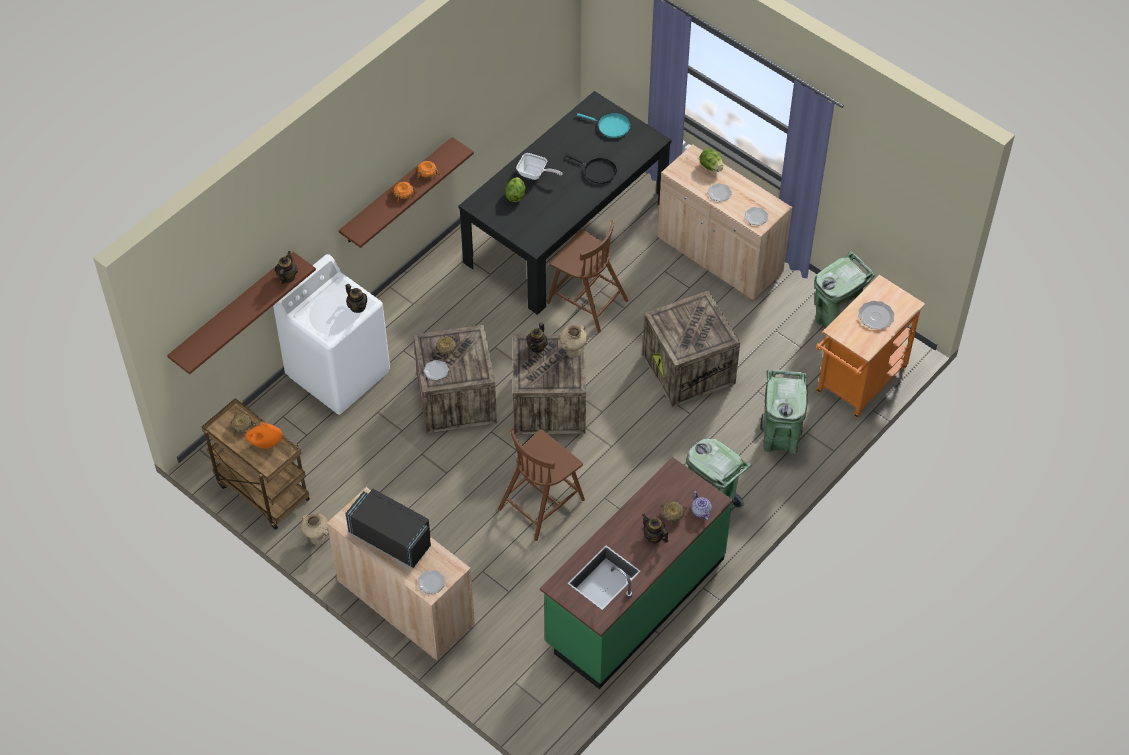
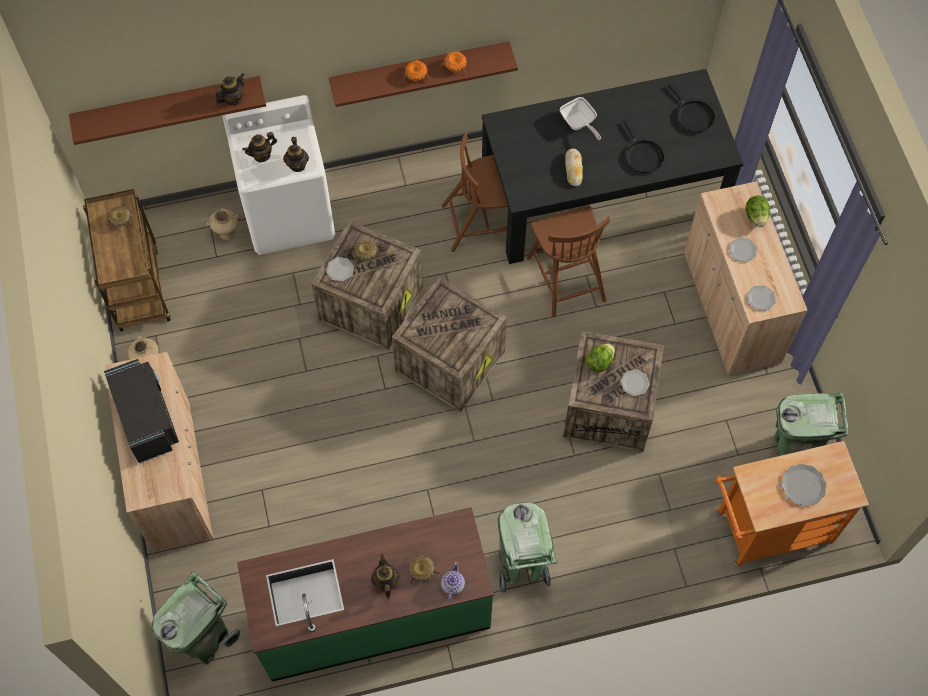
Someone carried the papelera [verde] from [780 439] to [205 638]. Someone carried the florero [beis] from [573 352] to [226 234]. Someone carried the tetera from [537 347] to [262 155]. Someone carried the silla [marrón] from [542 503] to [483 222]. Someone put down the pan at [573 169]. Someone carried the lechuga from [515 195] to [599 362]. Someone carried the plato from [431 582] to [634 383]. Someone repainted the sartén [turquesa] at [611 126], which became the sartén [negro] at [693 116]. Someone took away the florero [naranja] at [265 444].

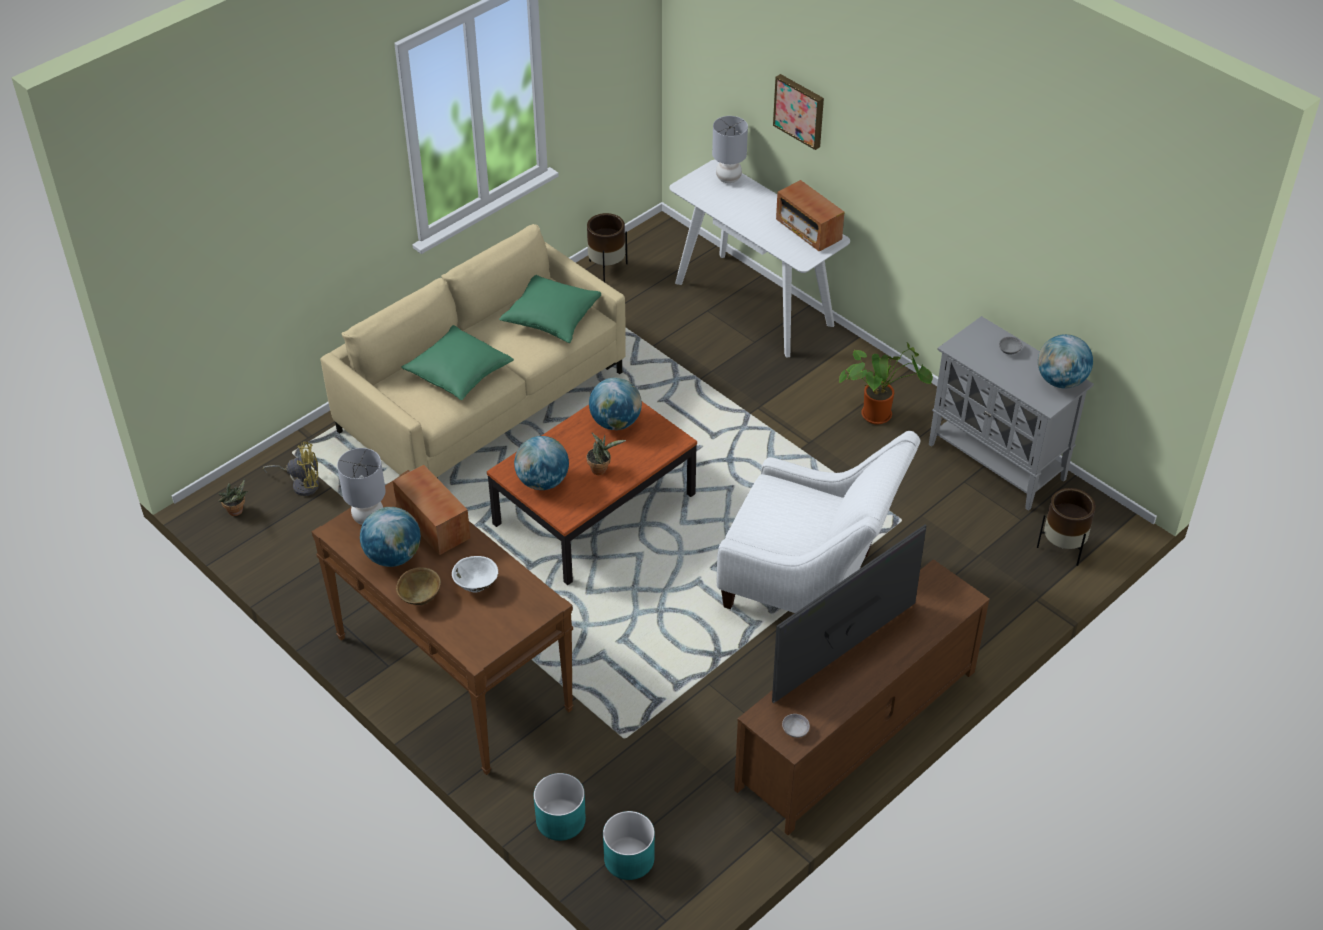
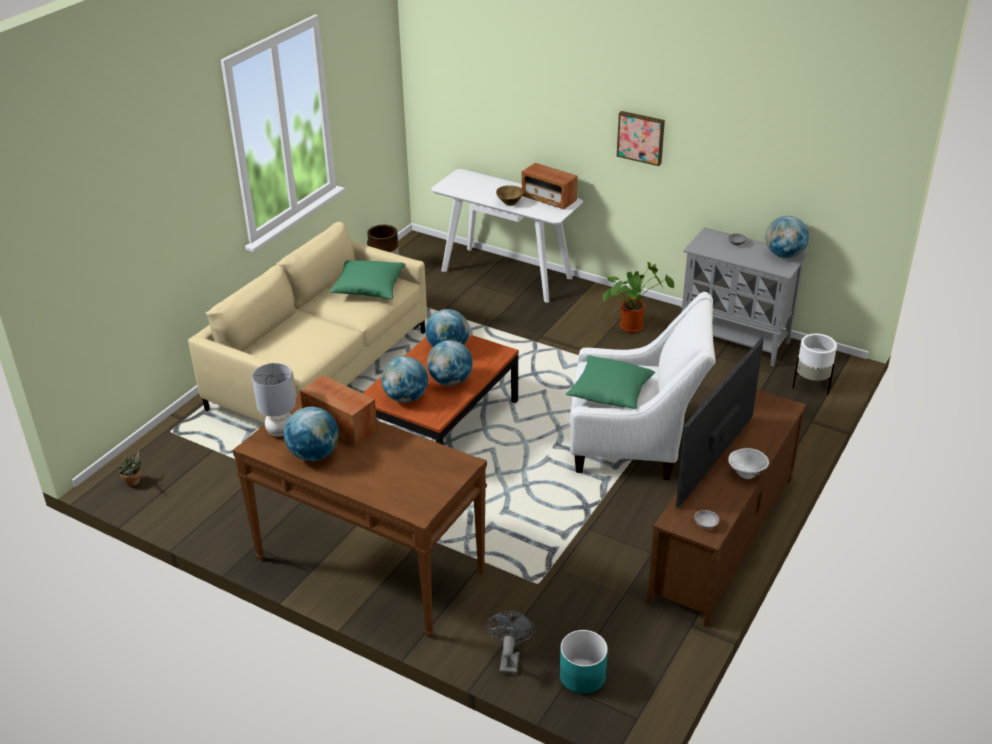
Someone swapped the planta en maceta at [601 469] for the globo terráqueo at [450 381]. Someone swapped the maceta [turquesa] at [560 820] for the ventilador [gris] at [509 659]. Someone carried the cuenco [marrón] from [420 597] to [509 202]. Someone carried the cojín [verde] from [458 373] to [610 393]. Someone carried the cuadro from [800 110] to [641 137]. Someone carried the cuenco [blanco] from [476 584] to [747 473]. Someone repainted the maceta [marrón] at [1062 549], which became the maceta [blanco] at [811 386]. Someone took away the ventilador [amarillo] at [302 484]. Someone took away the lámpara de mesa [gris] at [728 178].

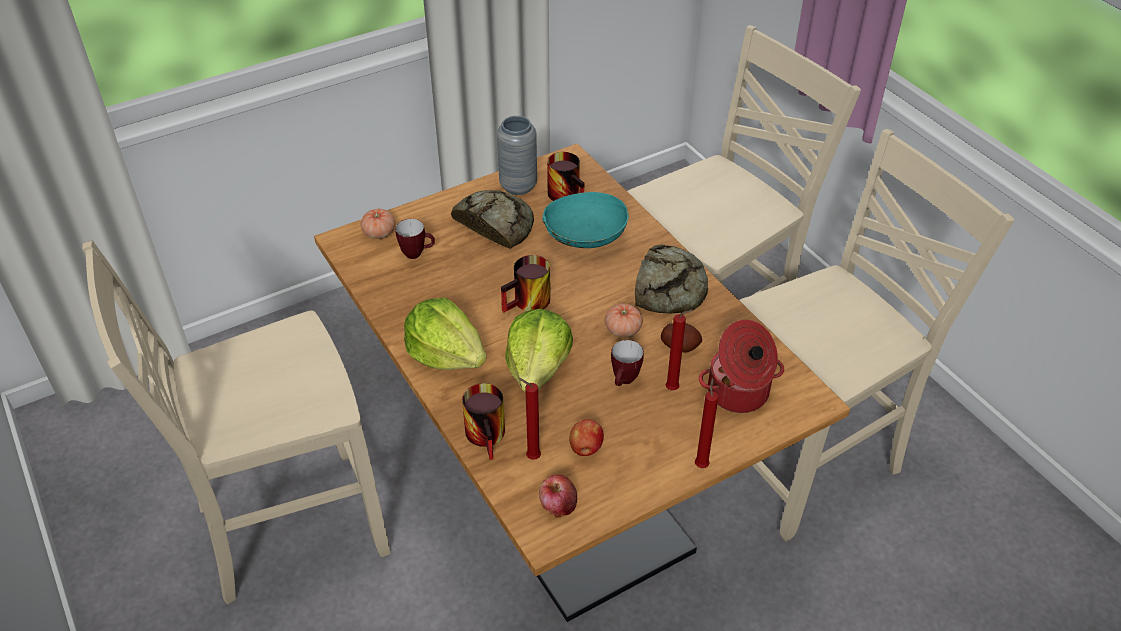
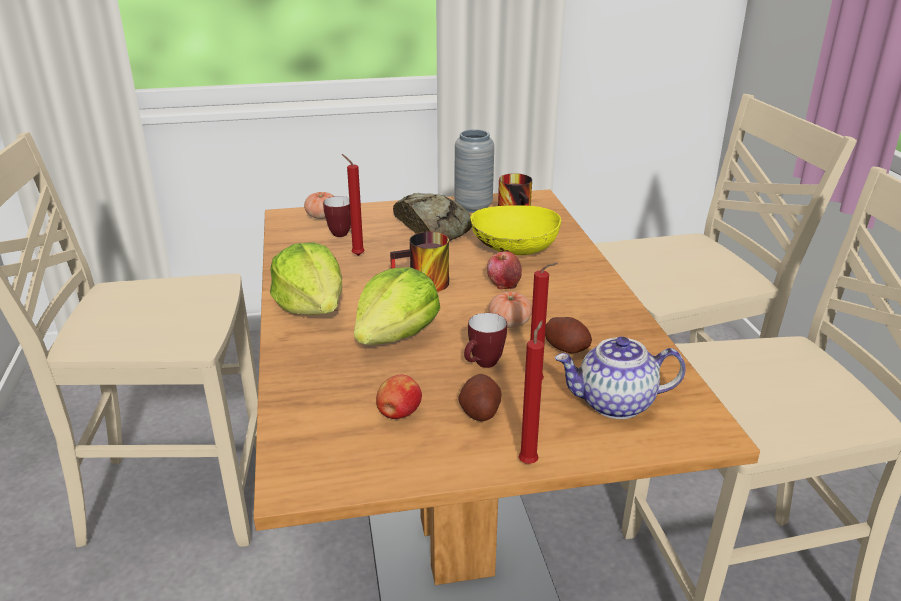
Someone carried the vela [rojo] from [531 457] to [356 255]. Someone put down the patata at [479 411]. Someone repainted the cuenco [turquesa] at [585 240], which became the cuenco [amarillo] at [513 251]. Someone carried the manzana from [558 506] to [503 283]. Someone swapped the olla at [738 393] for the tetera at [615 403]. Someone took away the taza grande at [490 436]. Someone took away the pan at [670 287].

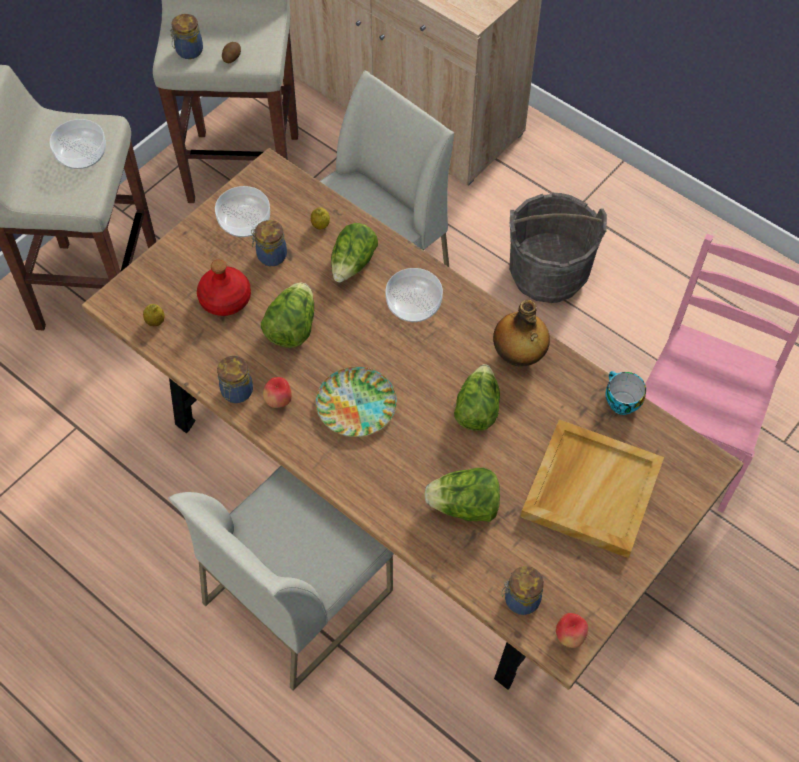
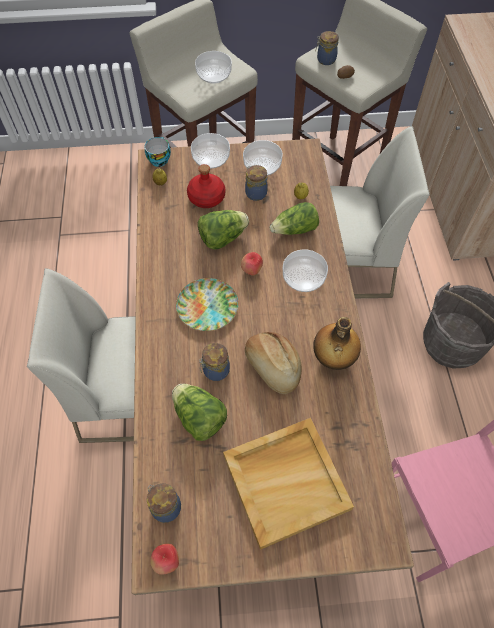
Someone carried the taza from [620 402] to [159 159]. Someone put down the cuenco at [210 159]. Someone carried the tarro from [236 392] to [215 371]. Someone carried the manzana from [279 401] to [251 270]. Someone swapped the lechuga at [476 408] for the pan at [272 367].

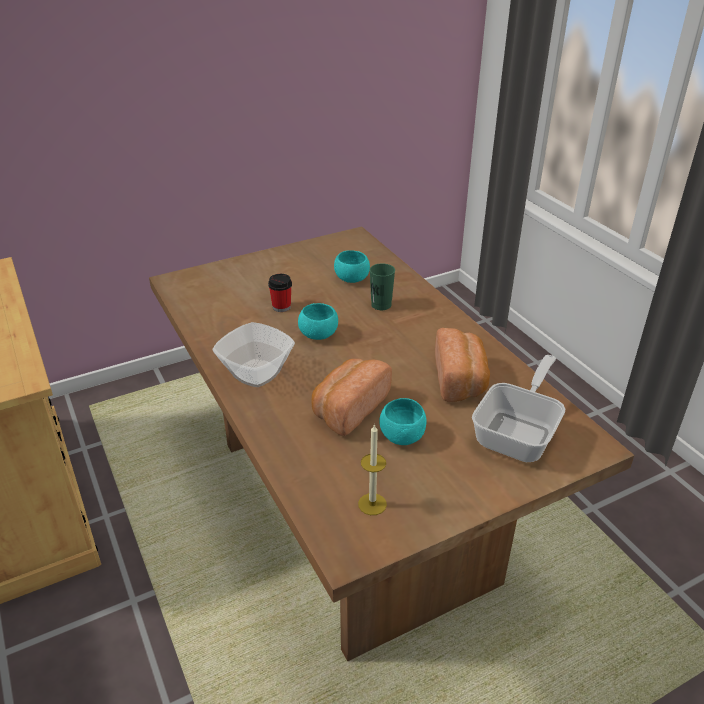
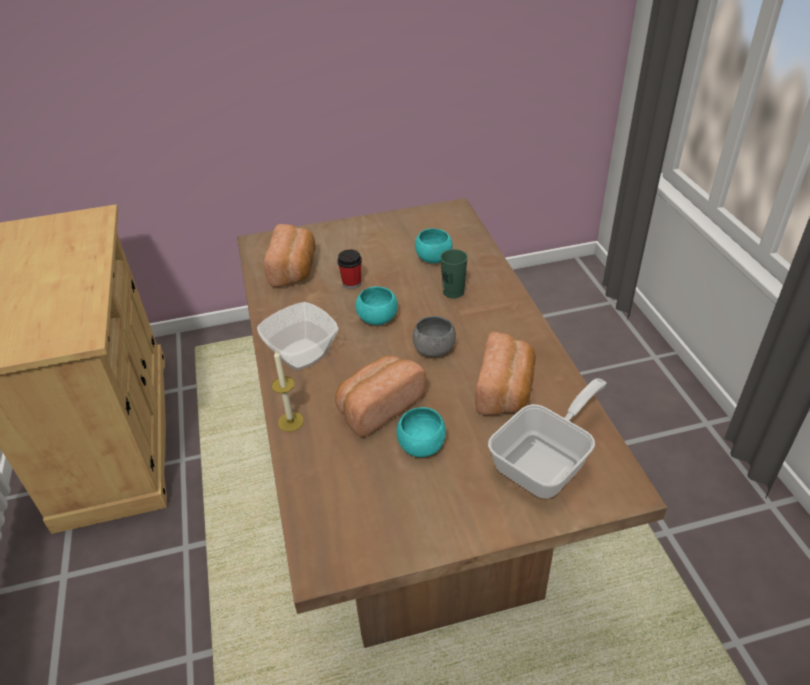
Someone put down the pan at [294 269]. Someone carried the vela from [372 504] to [290 421]. Someone put down the cuenco [gris] at [434 350].

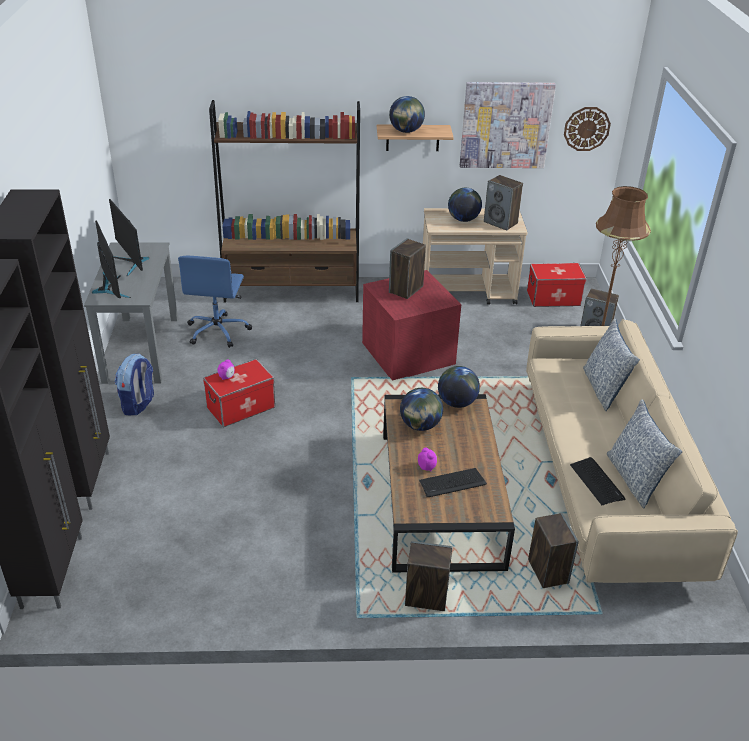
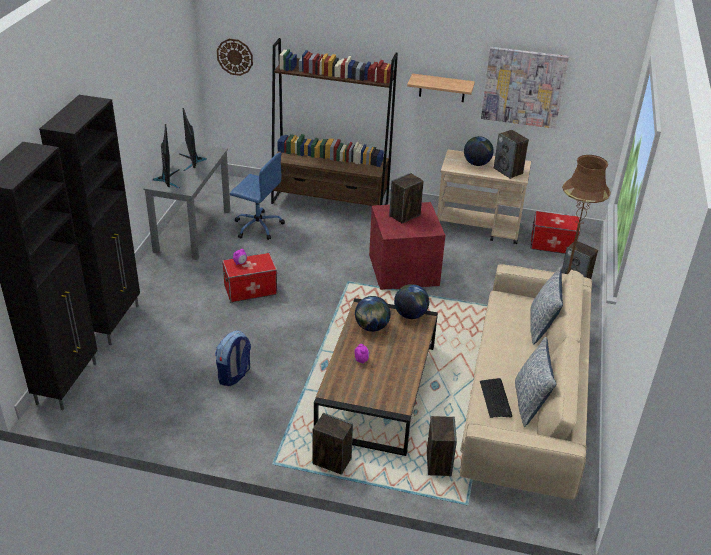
Someone carried the mochila from [139 404] to [234 375]. Someone carried the reloj de pared from [586 128] to [235 57]. Someone rotated the silla de oficina [azul] at [218 331] by 90 degrees counterclockwise. Someone took away the globo terráqueo at [406 131]. Someone took away the teclado at [452 483].

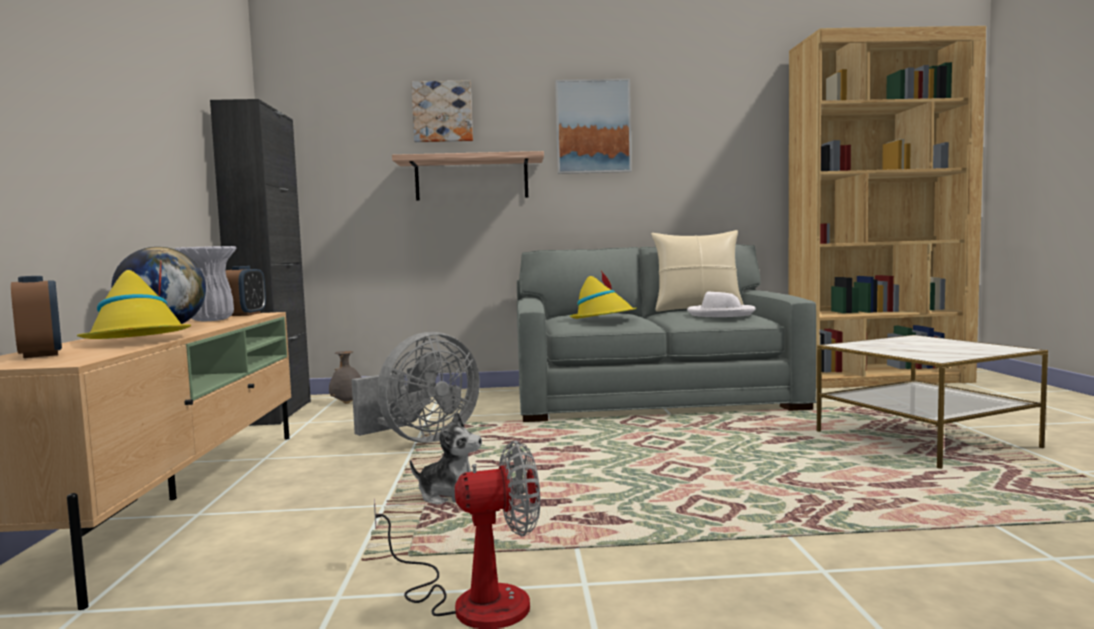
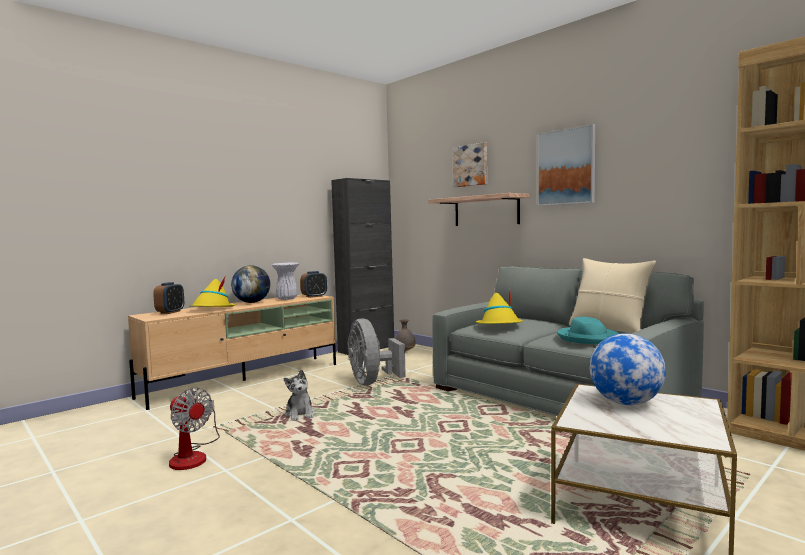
Someone rotated the ventilador [gris] at [421 439] by 60 degrees clockwise. Someone repainted the sombrero [blanco] at [720 314], which became the sombrero [turquesa] at [587 338]. Someone put down the globo terráqueo at [626 403].

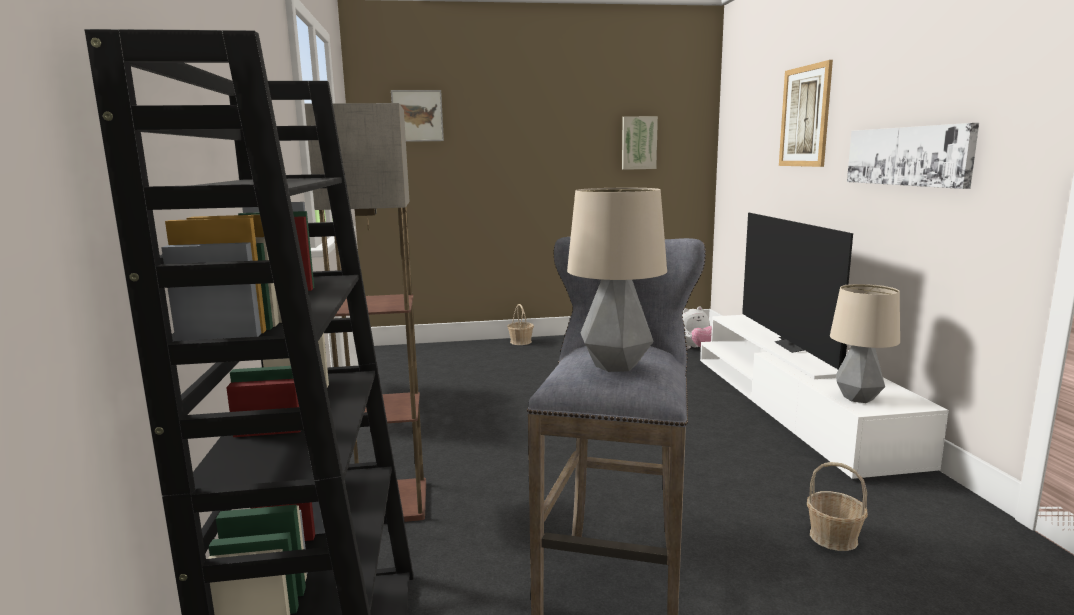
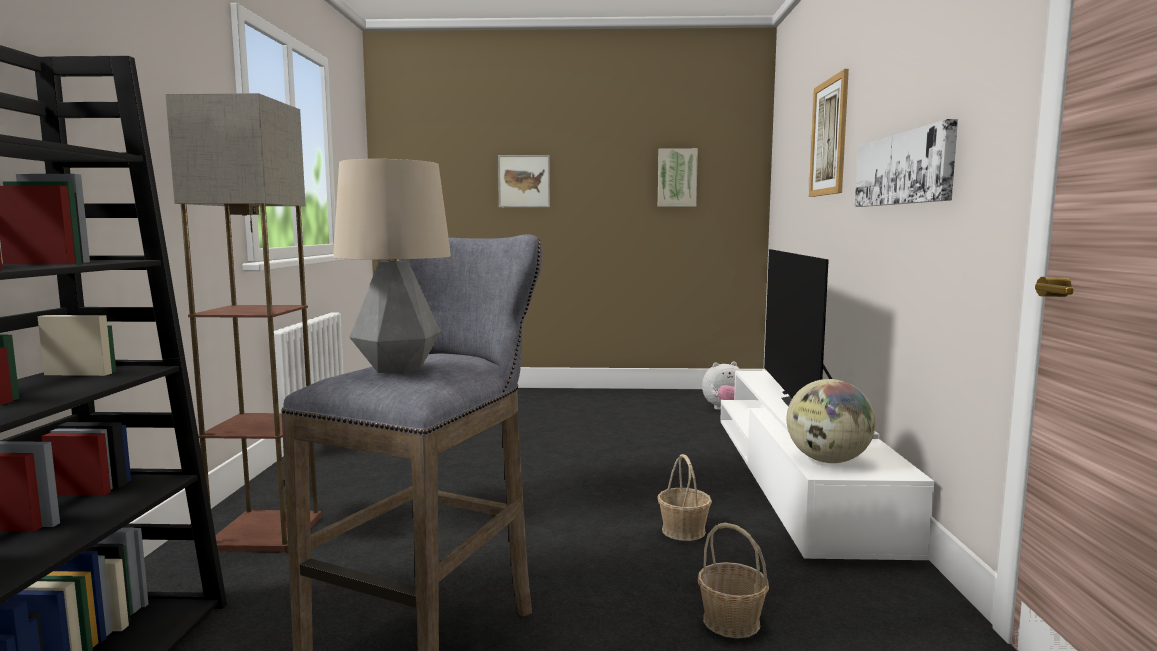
Someone carried the cuadro from [417 116] to [524 181]. Someone carried the cesta from [521 342] to [683 531]. Someone swapped the lámpara de mesa at [858 398] for the globo terráqueo at [827 460].

